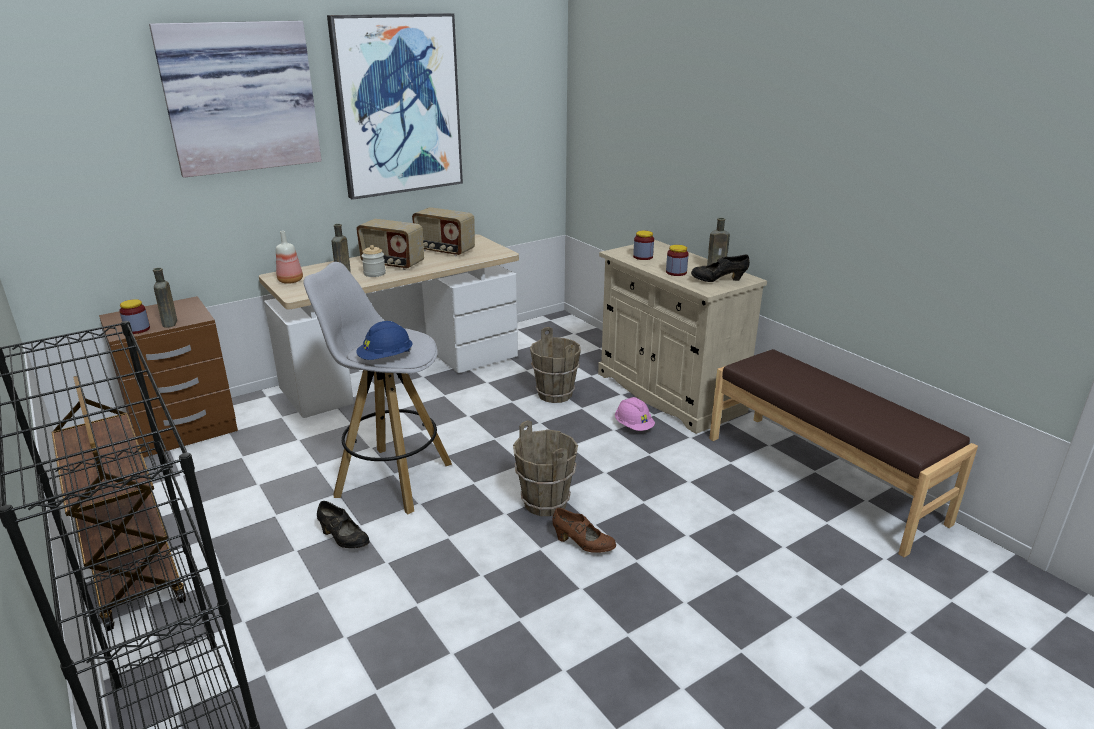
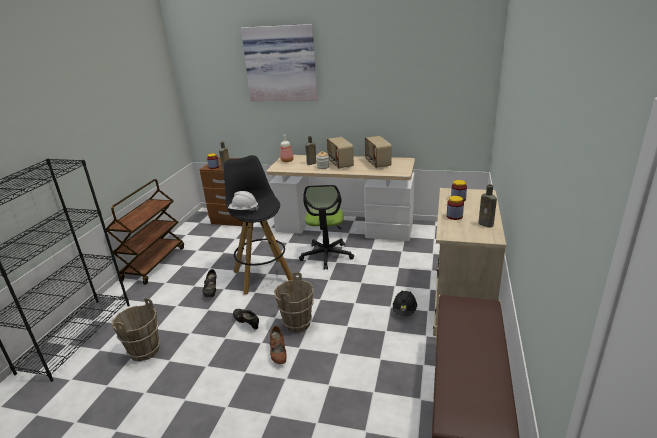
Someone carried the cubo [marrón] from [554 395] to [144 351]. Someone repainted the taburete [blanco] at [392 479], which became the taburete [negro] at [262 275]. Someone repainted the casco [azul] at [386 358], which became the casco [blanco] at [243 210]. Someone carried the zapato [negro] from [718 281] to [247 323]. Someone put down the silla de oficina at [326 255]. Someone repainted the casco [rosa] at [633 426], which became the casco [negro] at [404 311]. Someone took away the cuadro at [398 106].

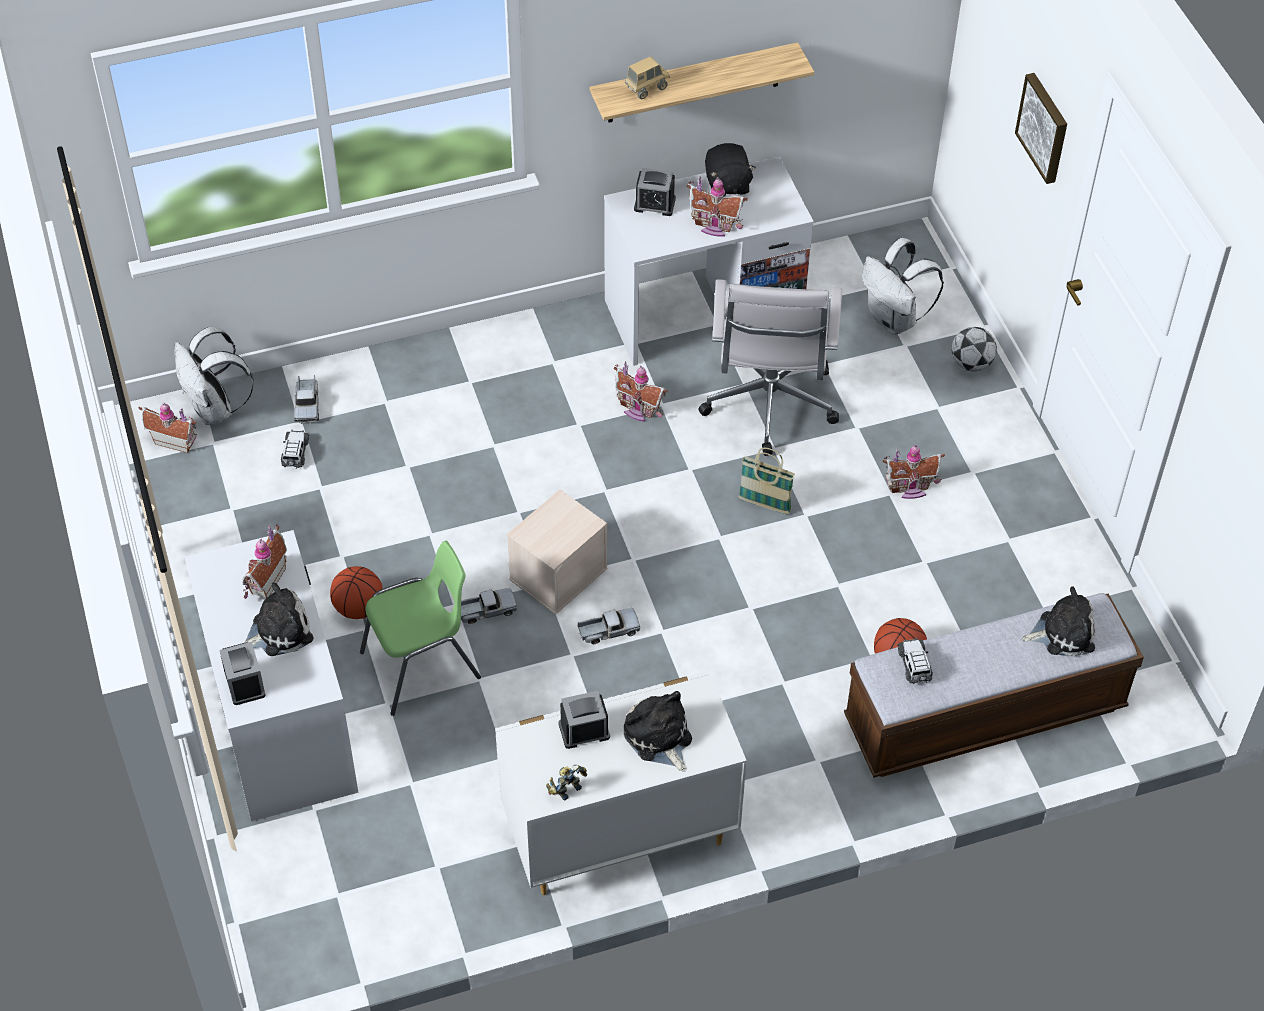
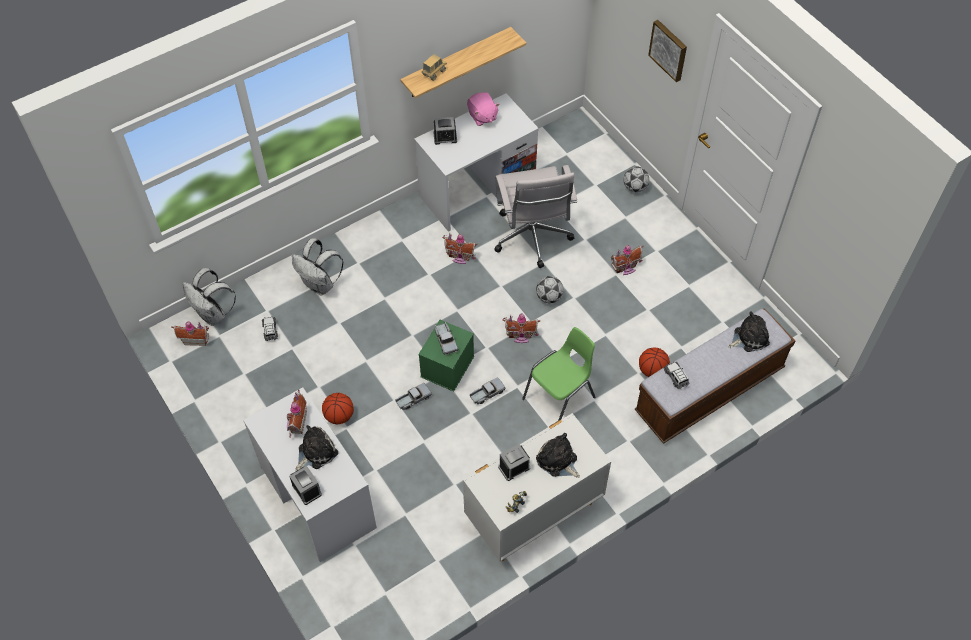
Someone carried the mochila [blanco] from [894 319] to [320 284]. Someone repainted the caja de almacenaje [beis] at [558 573], which became the caja de almacenaje [verde] at [447 366]. Someone carried the camión de juguete from [307 405] to [445 341]. Someone repainted the peluche [negro] at [727 184], which became the peluche [rosa] at [482 116]. Someone carried the casita from [714 226] to [520 336]. Someone carried the silla [verde] from [422 666] to [560 398]. Someone swapped the cesta at [764 505] for the balón de fútbol at [549 297].

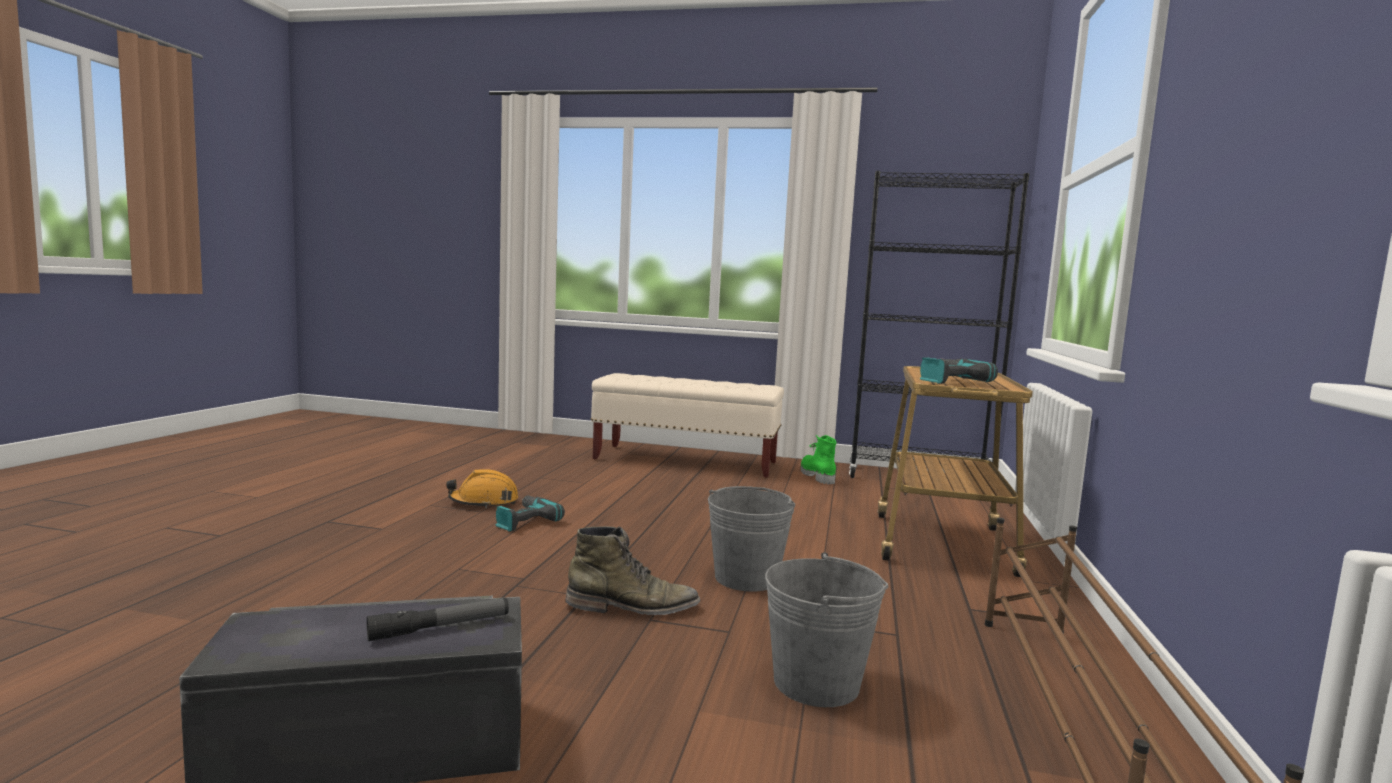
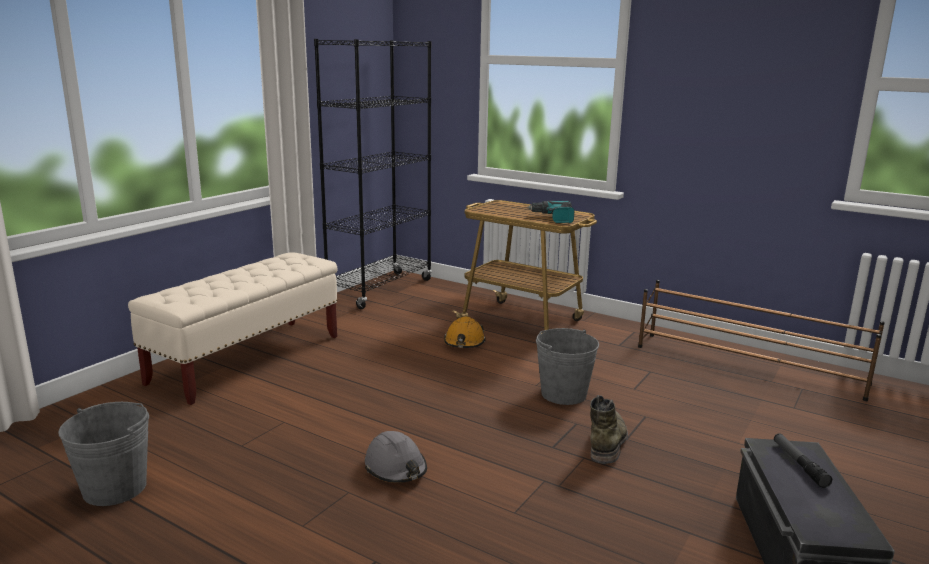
Someone carried the cubo [gris] from [816 683] to [115 488]. Someone swapped the taladro at [524 521] for the casco [gris] at [396 468]. Someone carried the casco [naranja] from [484 502] to [464 343]. Someone took away the bota [verde] at [816 476].

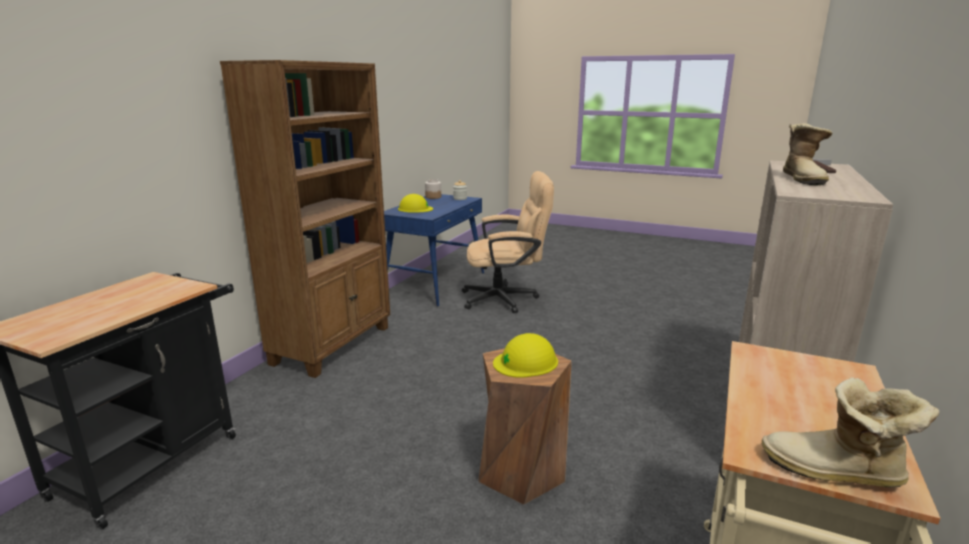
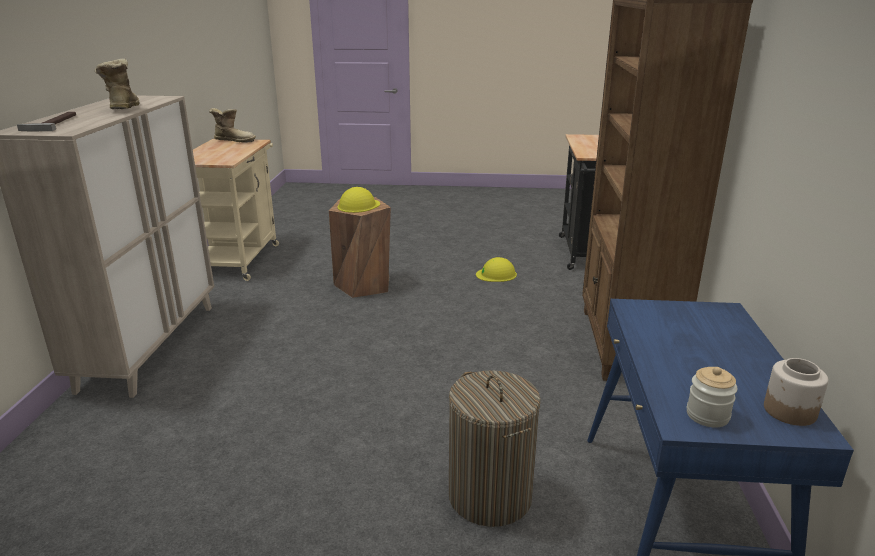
Someone swapped the silla de oficina [beis] at [506 299] for the cesto de la ropa at [489 496]. Someone carried the casco [amarillo] from [415 209] to [496 274].

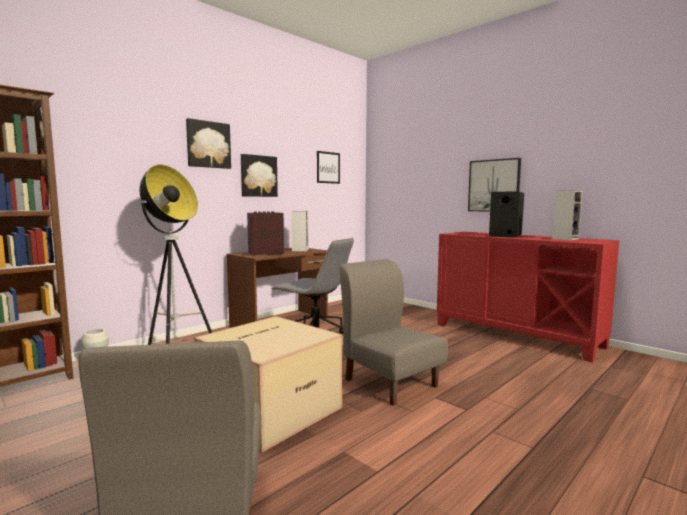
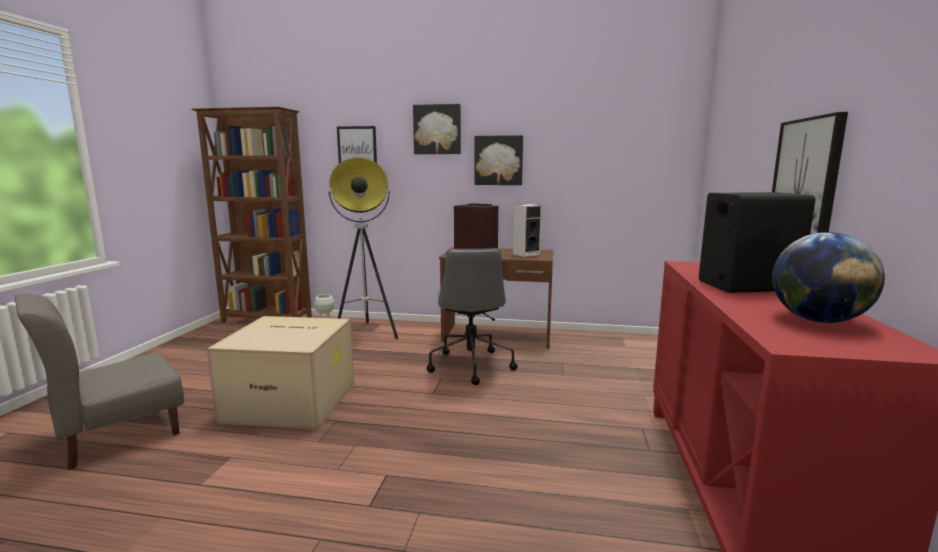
Someone carried the cuadro from [328 167] to [357 147]. Someone swapped the altavoz at [565 238] for the globo terráqueo at [818 320]. Someone took away the silla [gris] at [390 382].

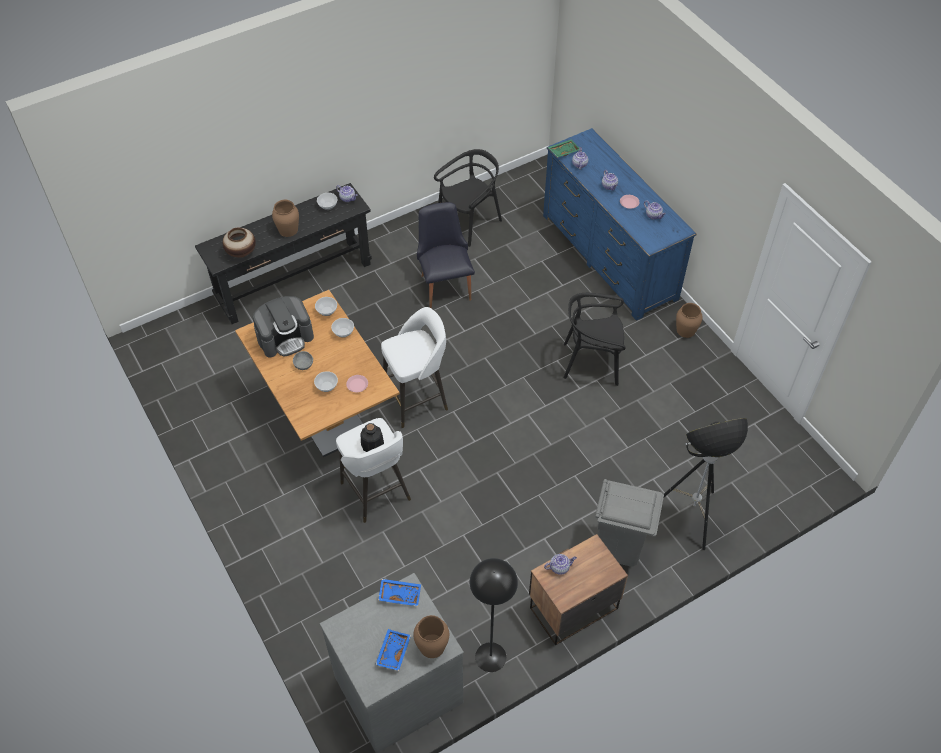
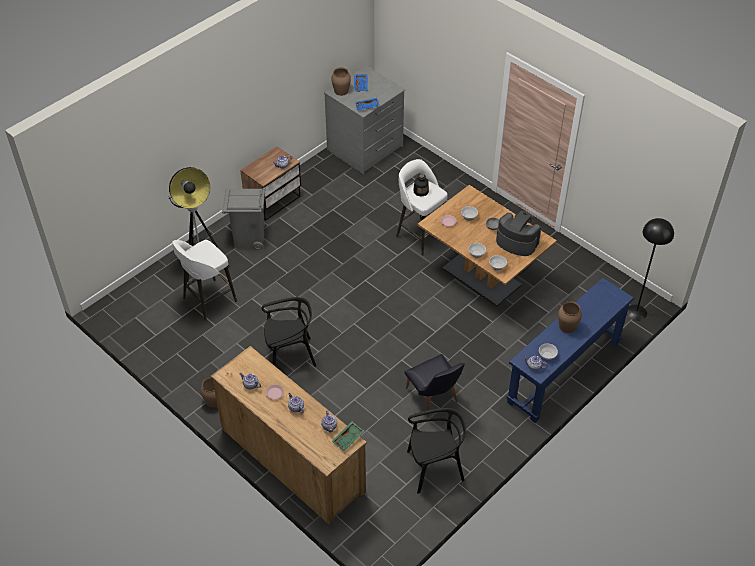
Someone carried the taburete [blanco] from [417 399] to [208 300]. Someone repainted the cómoda [azul] at [609 256], which became the cómoda [marrón] at [292 459]. Someone rotated the silla [negro] at [470 222] by 135 degrees counterclockwise. Someone rotated the cafetera at [285 337] by 75 degrees clockwise. Someone repainted the mesa consola [negro] at [294 281], which became the mesa consola [azul] at [563 372]. Someone carried the lámpara de pie [negro] from [490 657] to [636 312]. Someone took away the florero at [241 253].

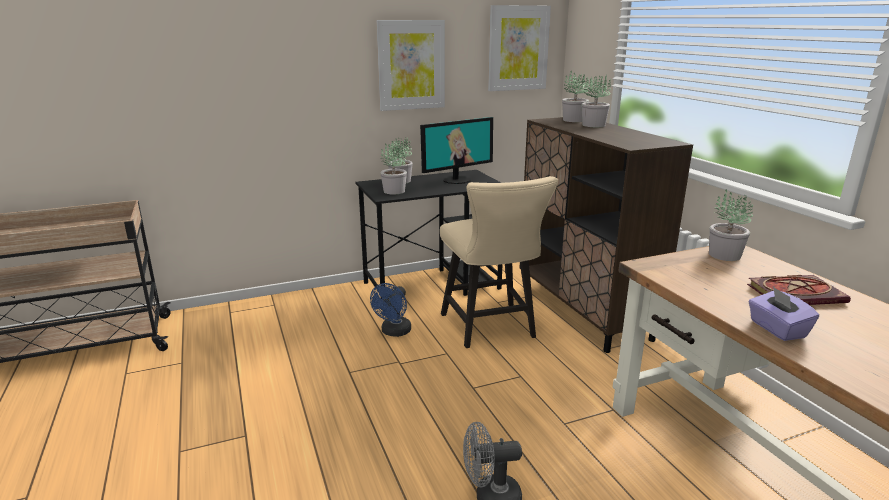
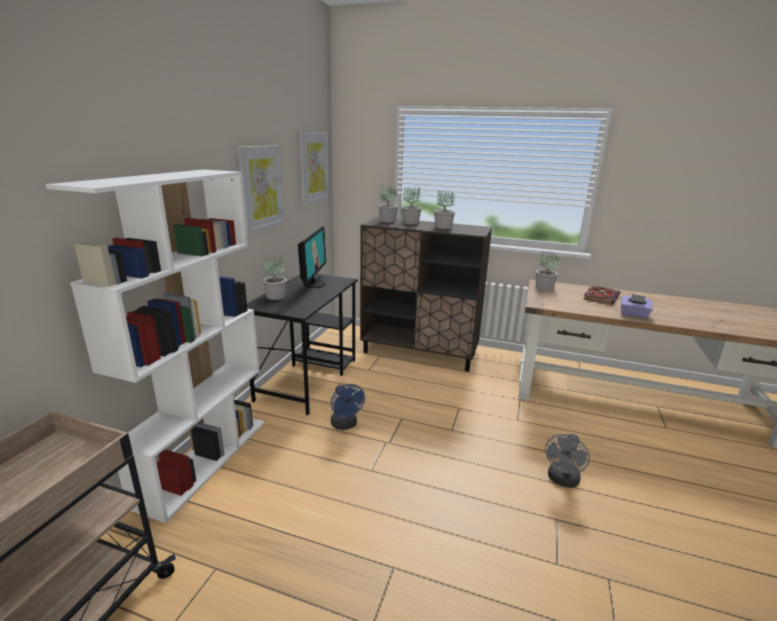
Someone put down the estantería [blanco] at [204 460]. Someone carried the planta en maceta from [393 191] to [443 227]. Someone took away the silla [beis] at [491 329].

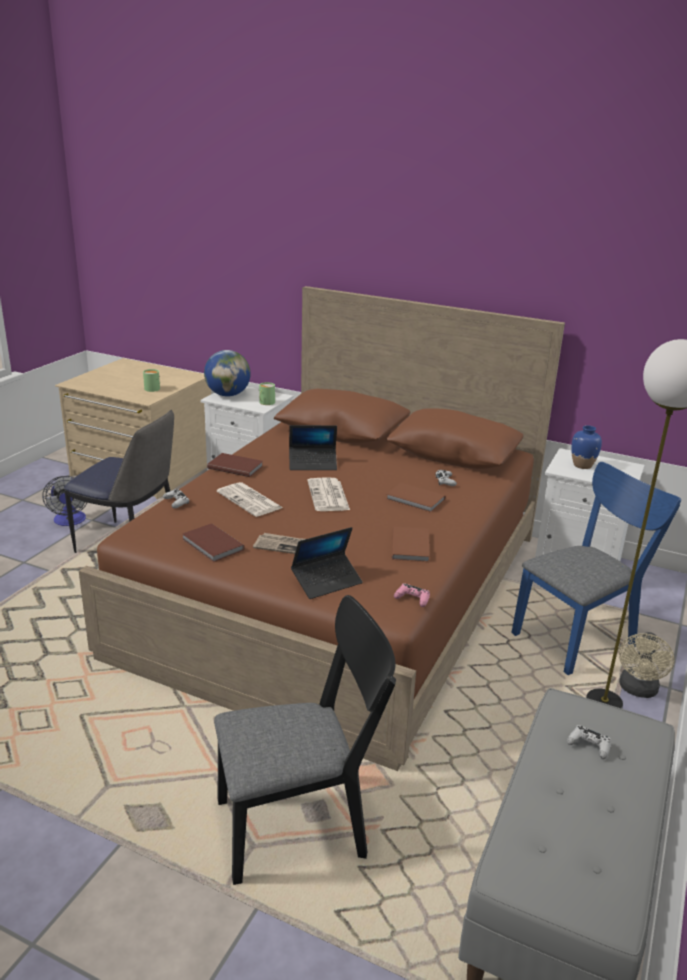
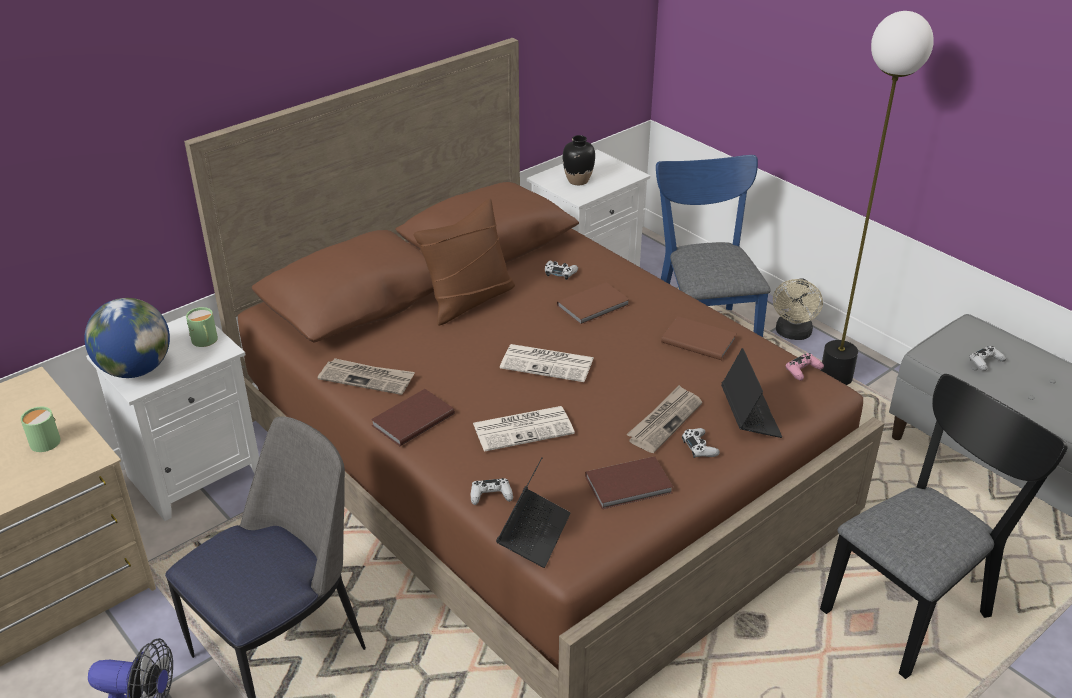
Someone put down the periódico at [367 378]. Someone put down the cojín [marrón] at [468 300]. Someone carried the portátil from [313 464] to [534 533]. Someone repainted the florero [azul] at [582 465], which became the florero [negro] at [578 180]. Someone put down the mando de consola [blanco] at [699 447]. Someone rotated the ventilador [beis] at [638 690] by 60 degrees clockwise. Someone rotated the silla [negro] at [303 825] by 45 degrees clockwise.

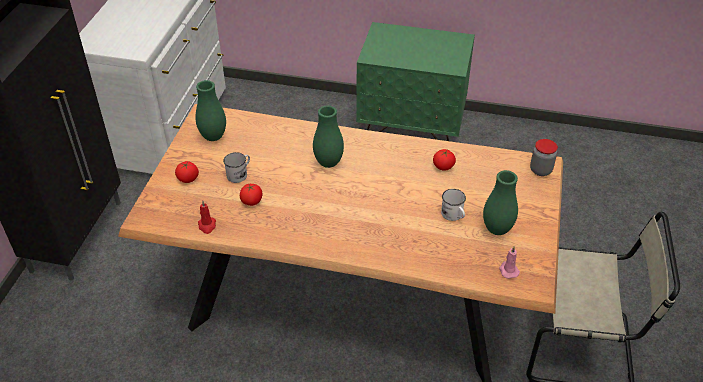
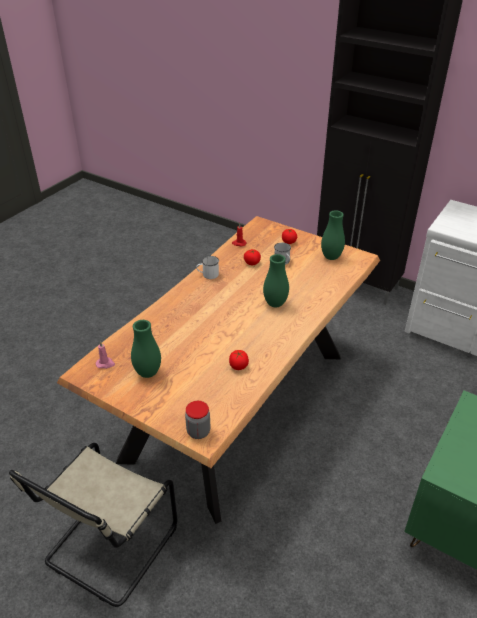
Someone carried the taza grande [blanco] from [453 216] to [208 275].

